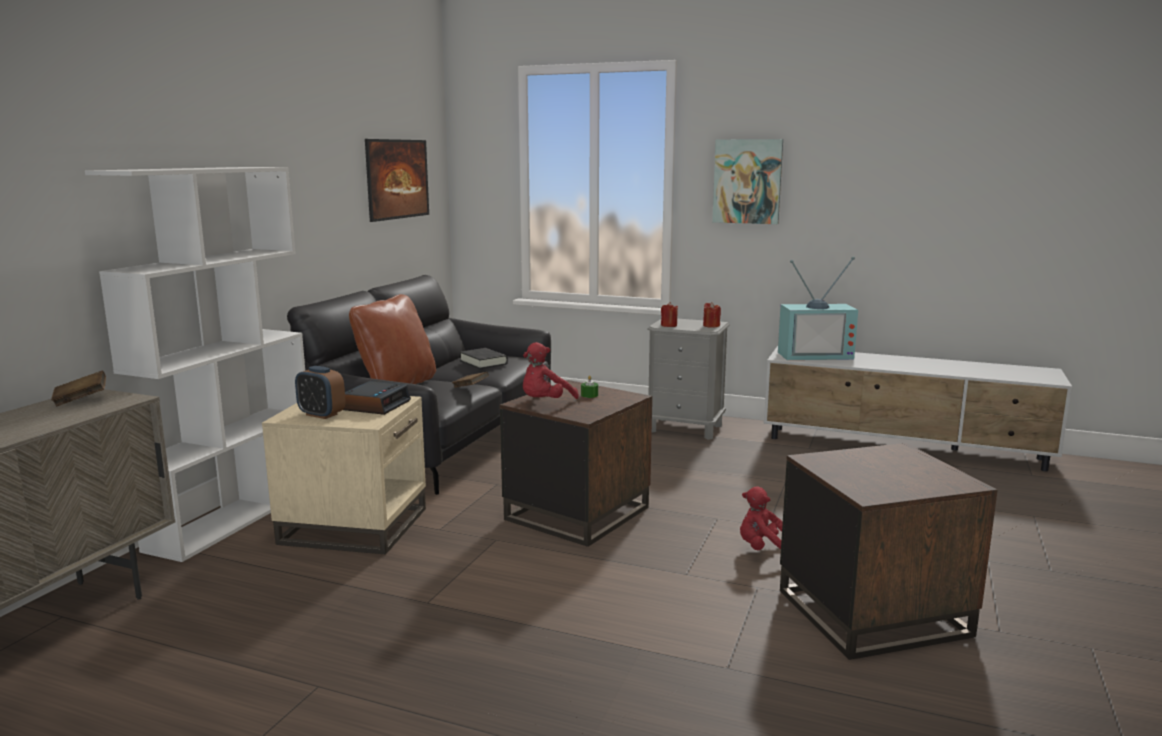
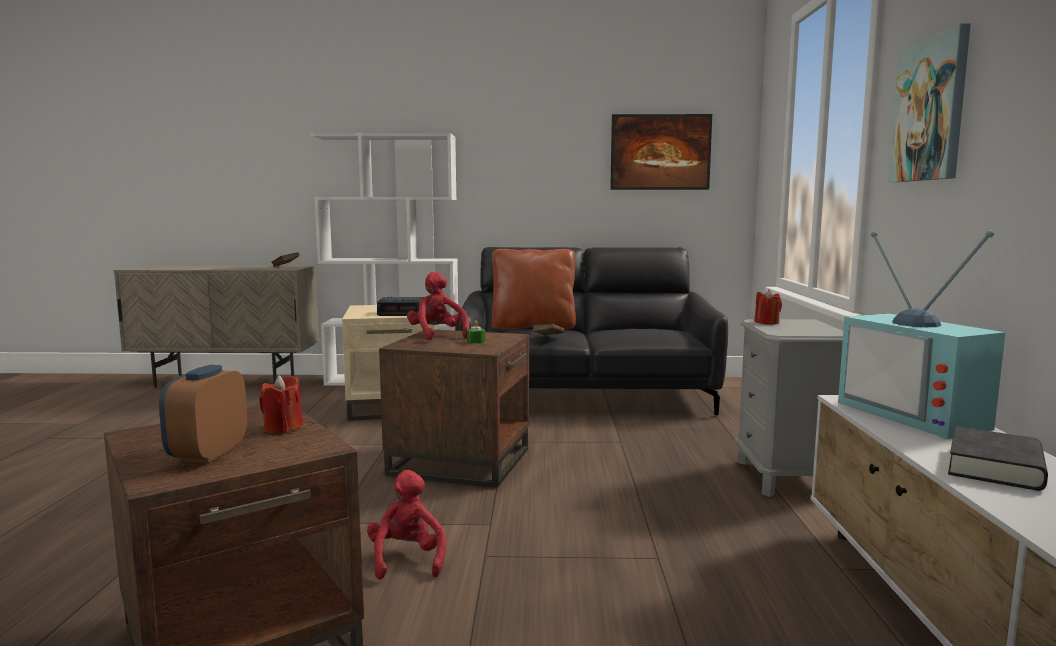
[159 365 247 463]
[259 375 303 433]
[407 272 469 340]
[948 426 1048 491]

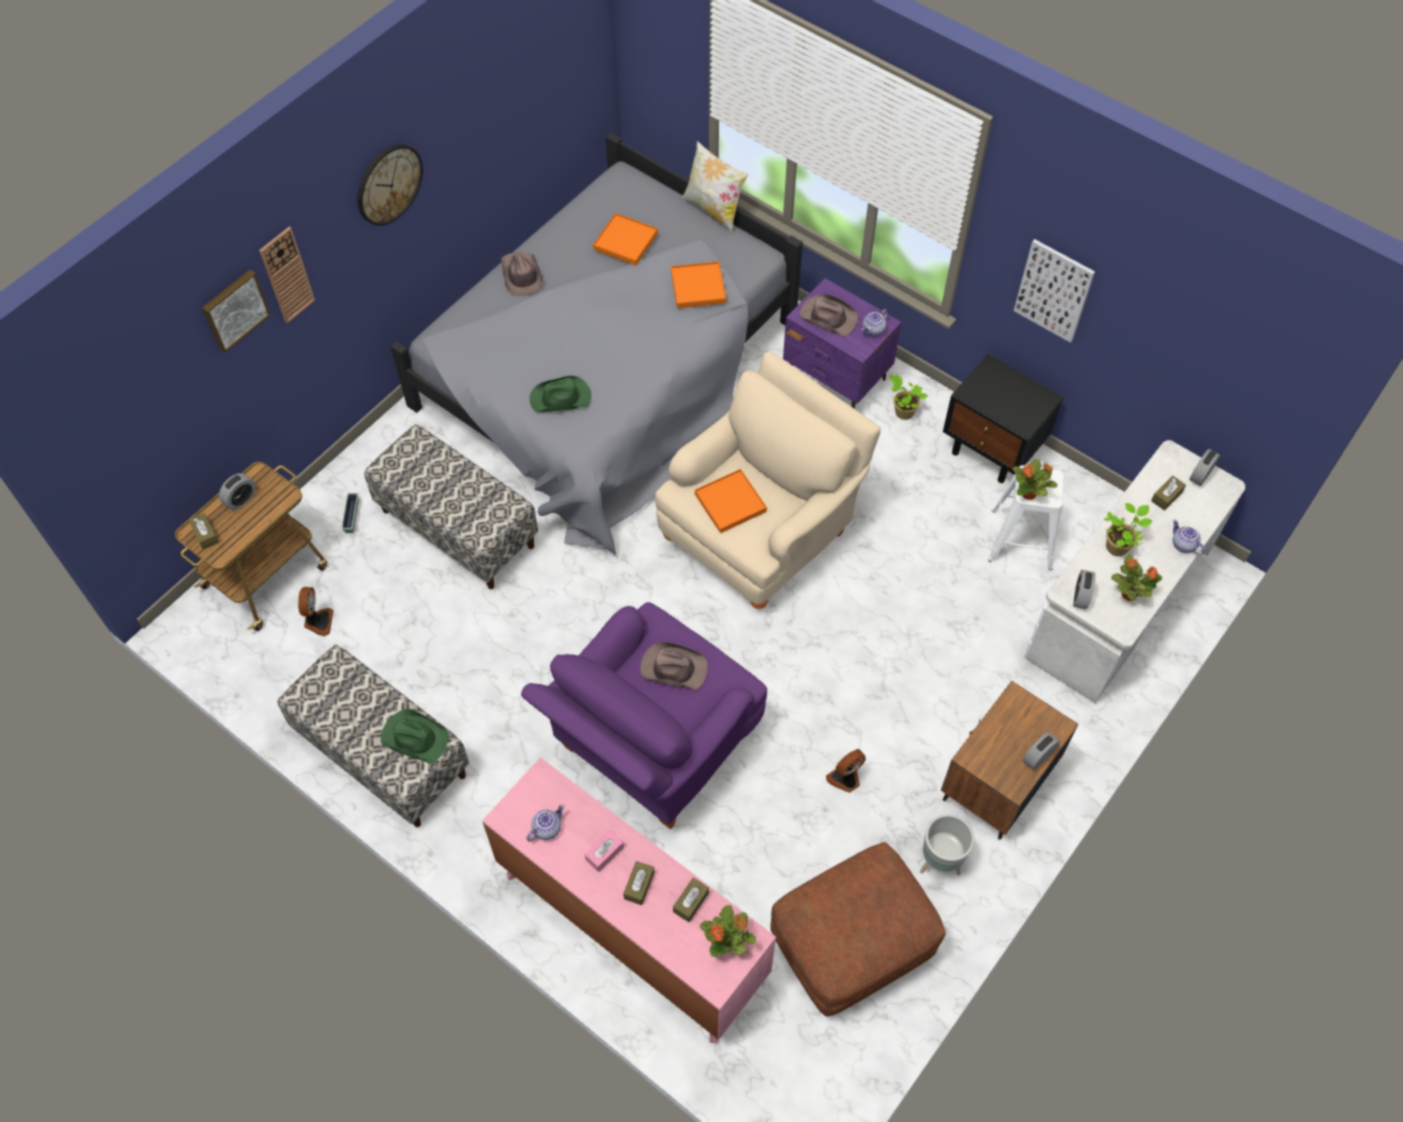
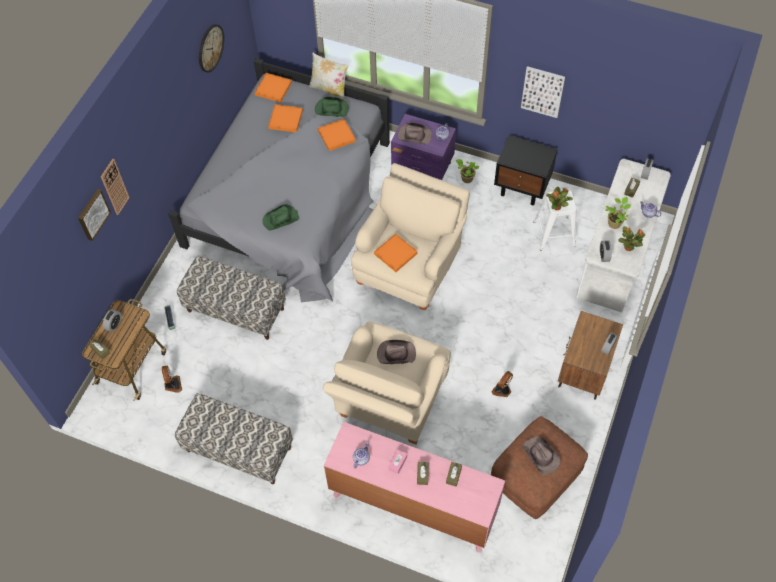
[199 24 224 73]
[255 73 292 103]
[315 97 349 117]
[323 321 451 445]
[523 437 561 475]
[700 905 756 957] (first image)
[920 814 974 876] (first image)

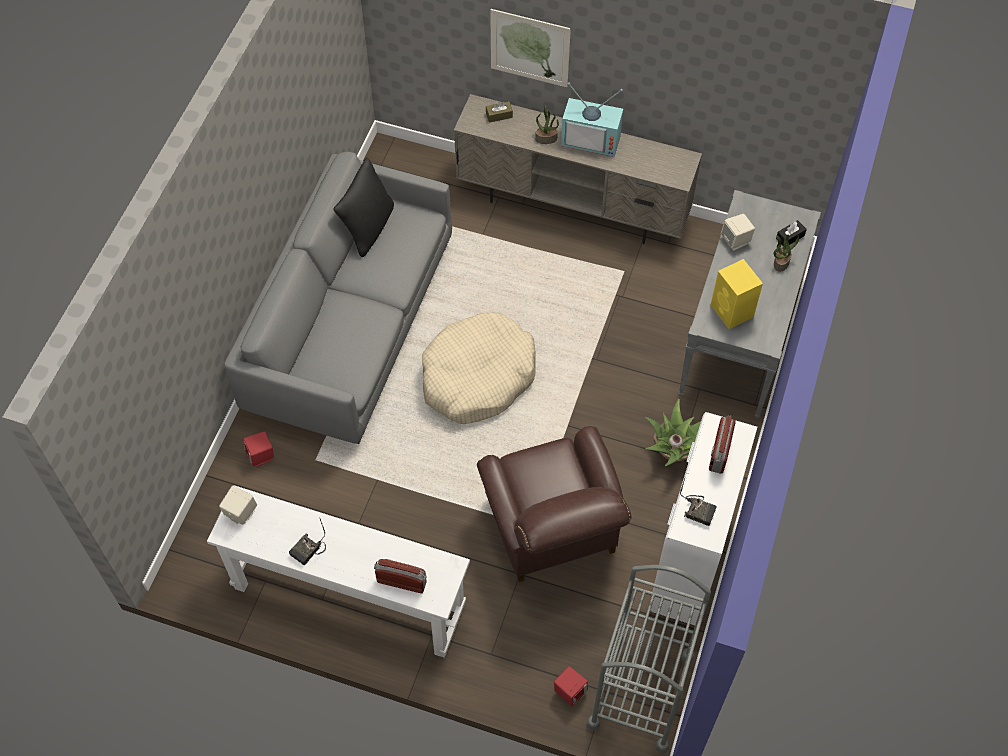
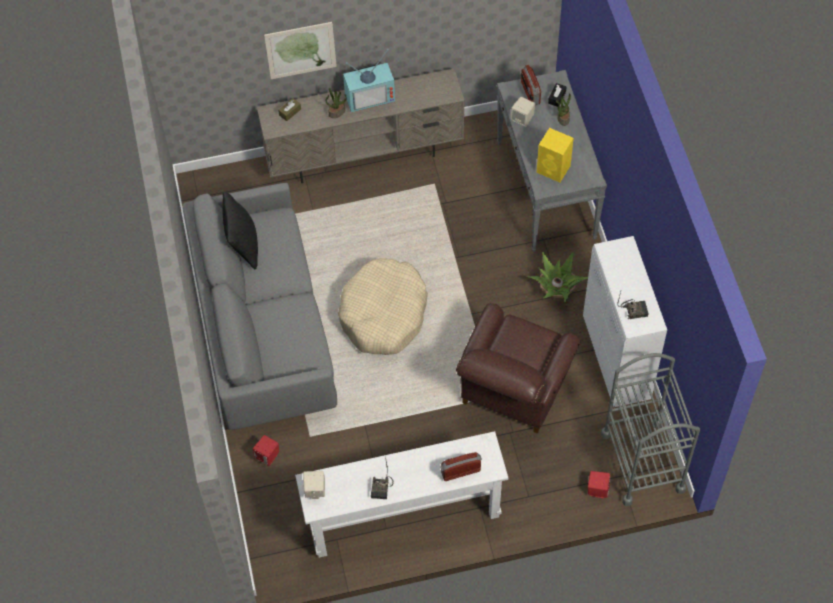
[456 303 580 434]
[521 65 541 105]

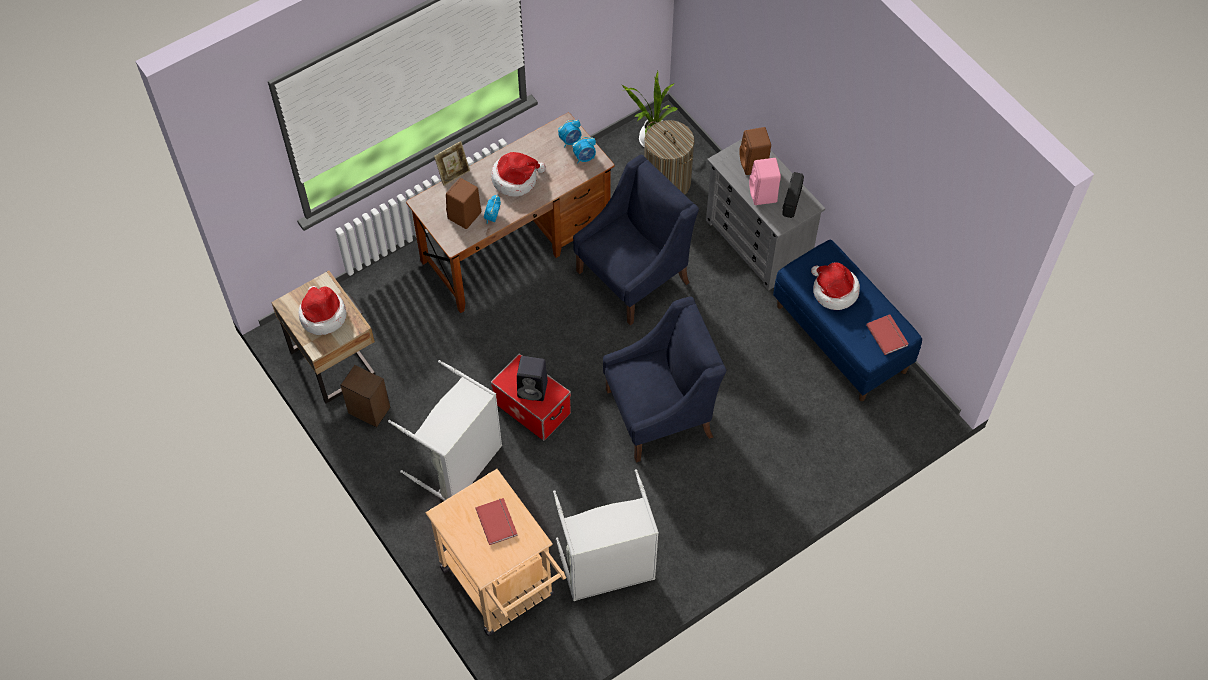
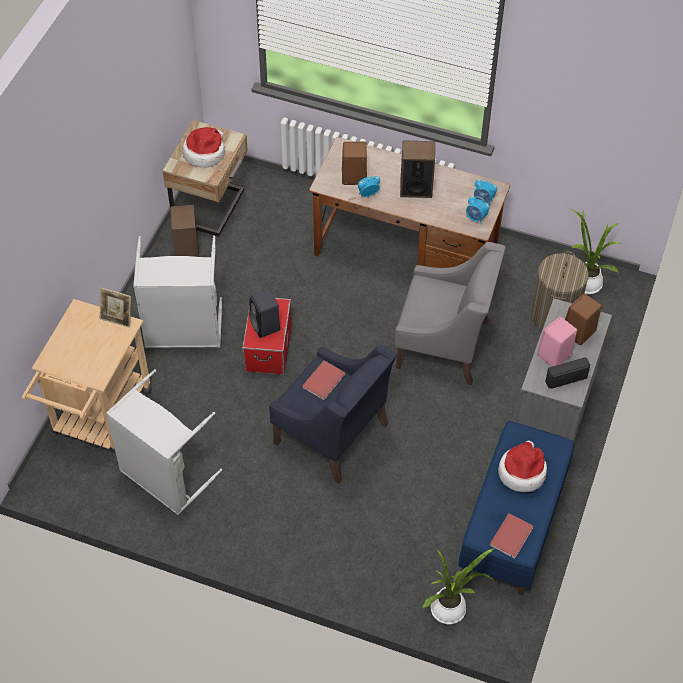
[100 287 131 328]
[302 361 345 400]
[395 242 506 385]
[400 140 435 198]
[422 548 495 624]

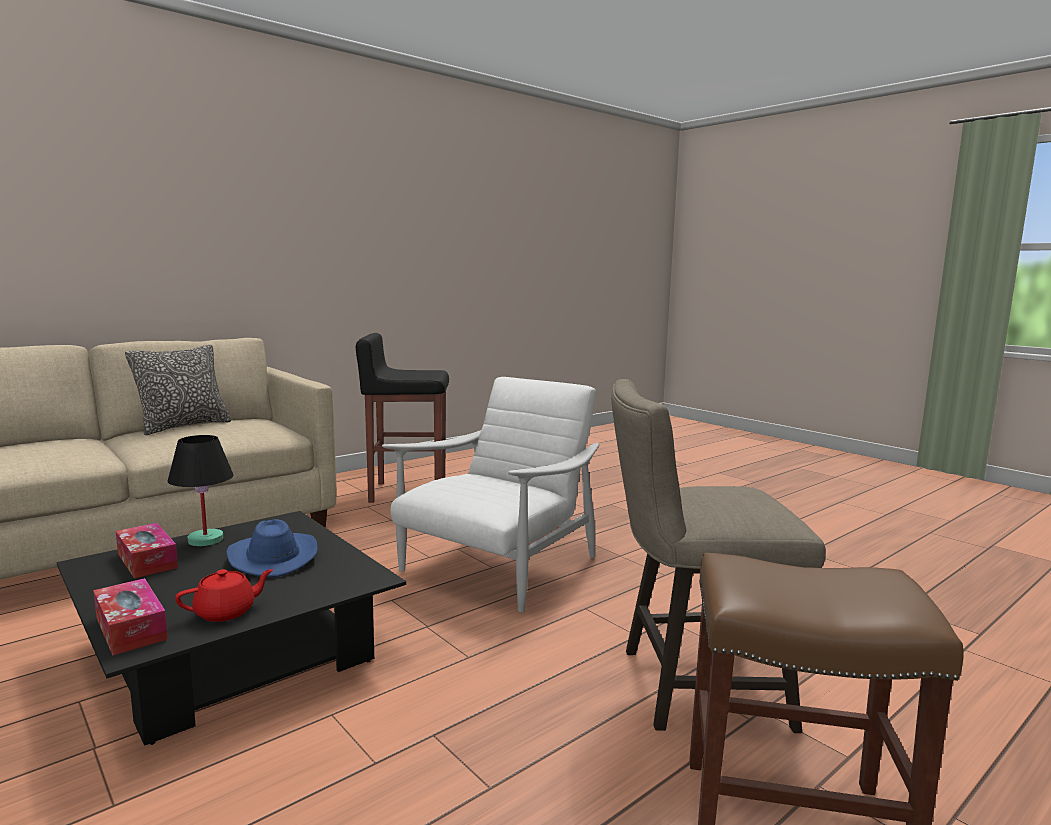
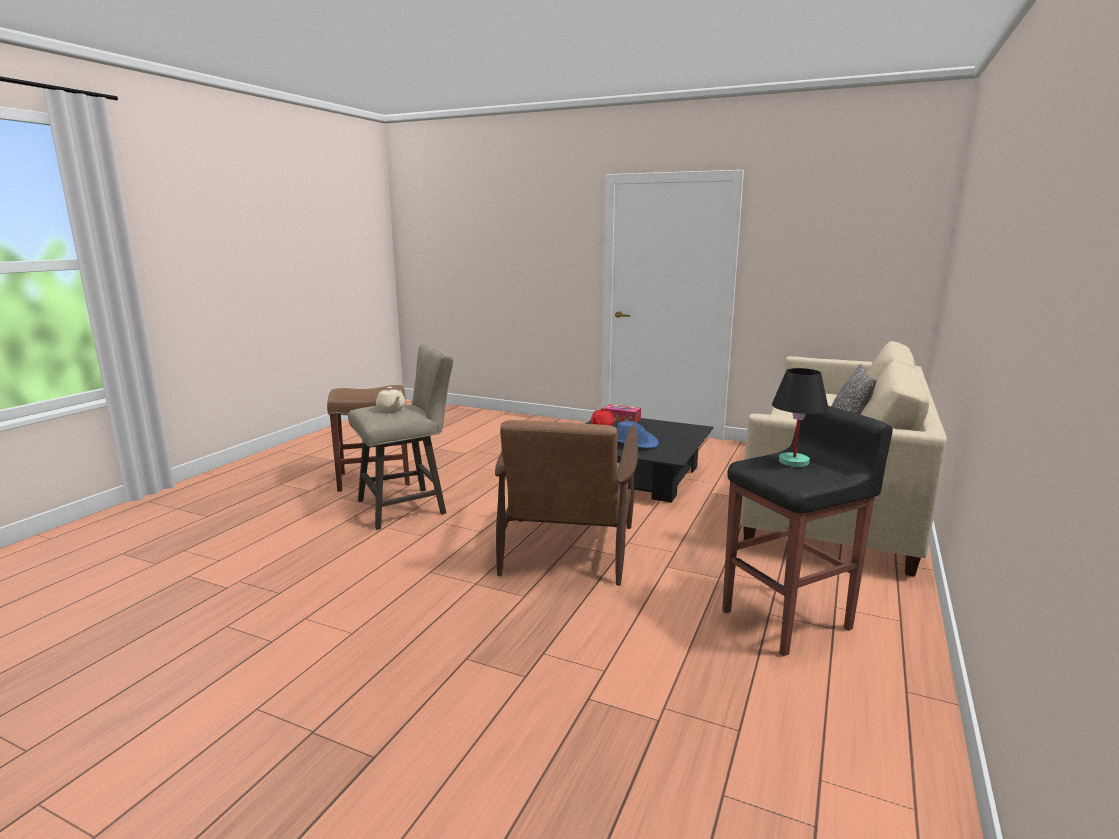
[376 387 406 411]
[495 420 638 586]
[772 368 829 467]
[116 523 178 578] (first image)

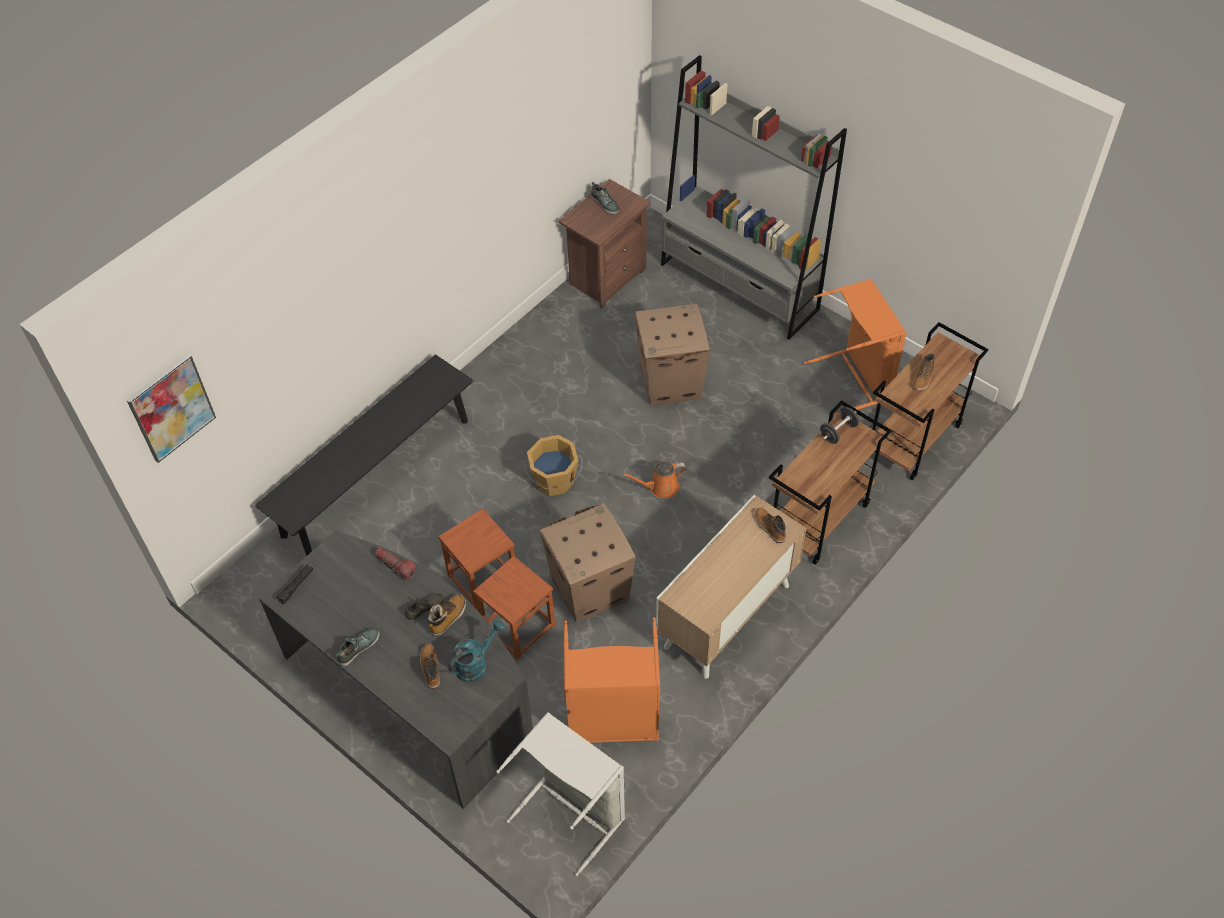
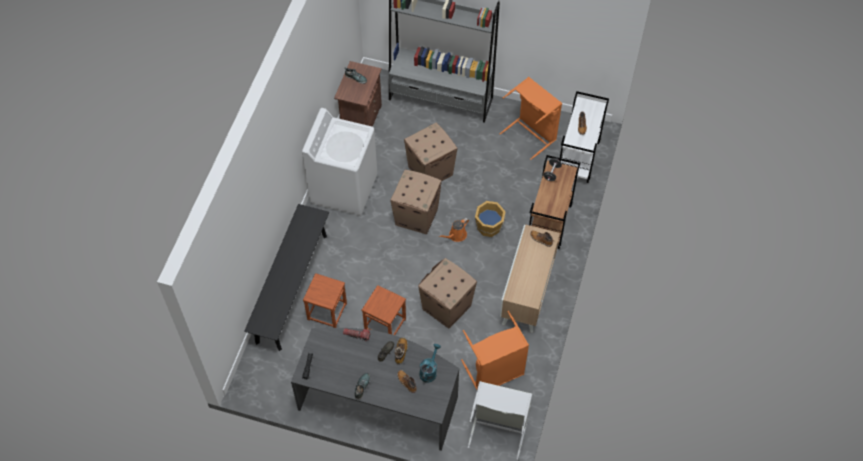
[302 108 377 216]
[303 273 347 328]
[390 170 442 234]
[475 201 506 237]
[560 91 609 183]
[127 354 216 463] (first image)

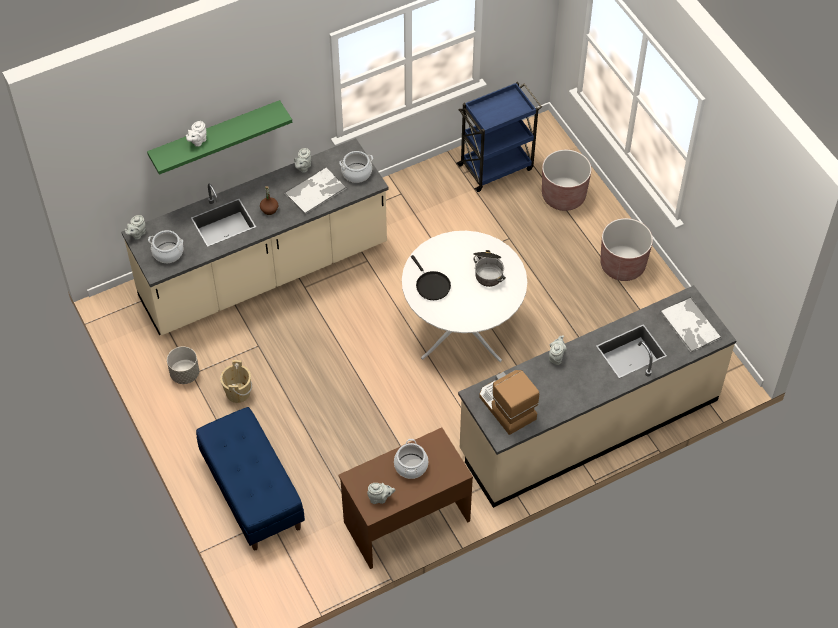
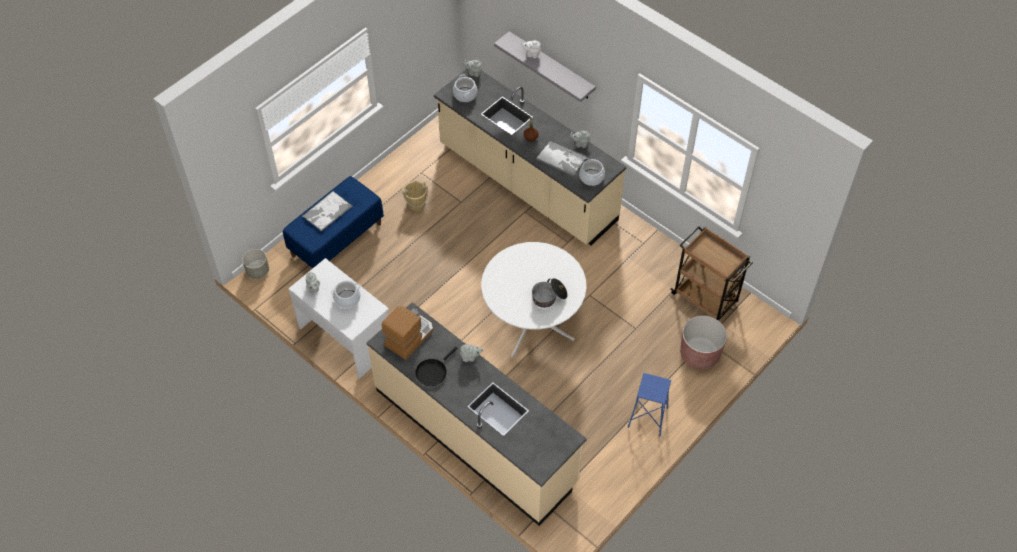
[242 249 269 279]
[288 258 389 379]
[302 191 352 232]
[415 346 457 386]
[494 31 596 102]
[628 373 671 436]
[671 226 753 321]

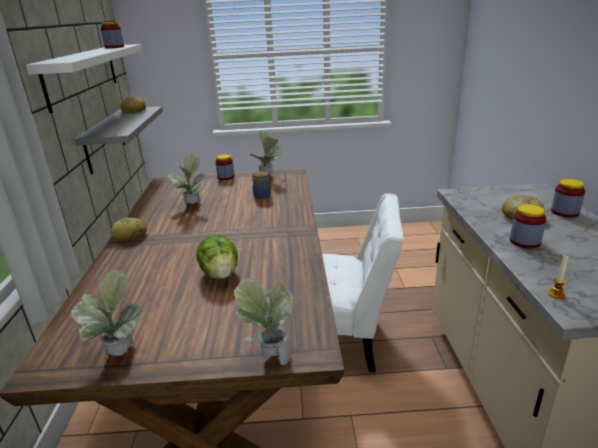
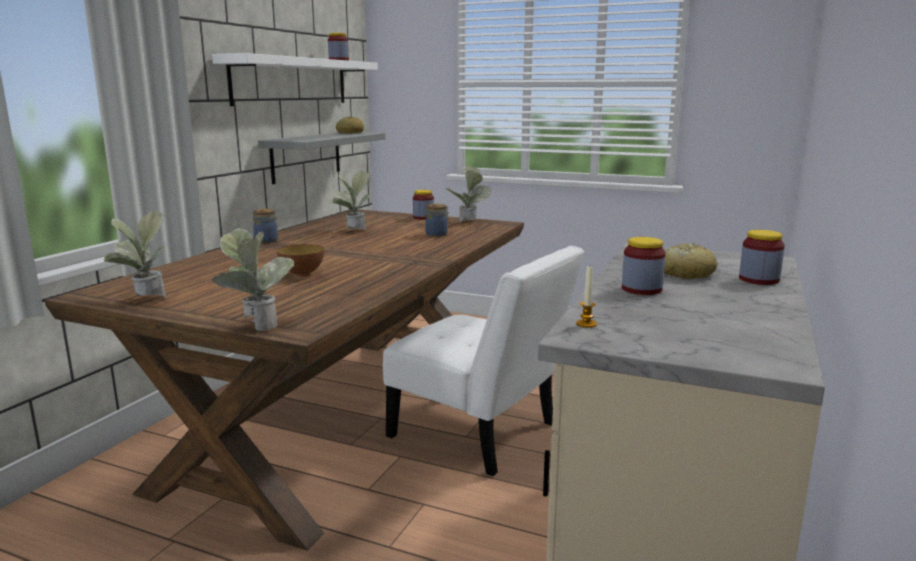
[253 209 279 243]
[277 244 324 277]

